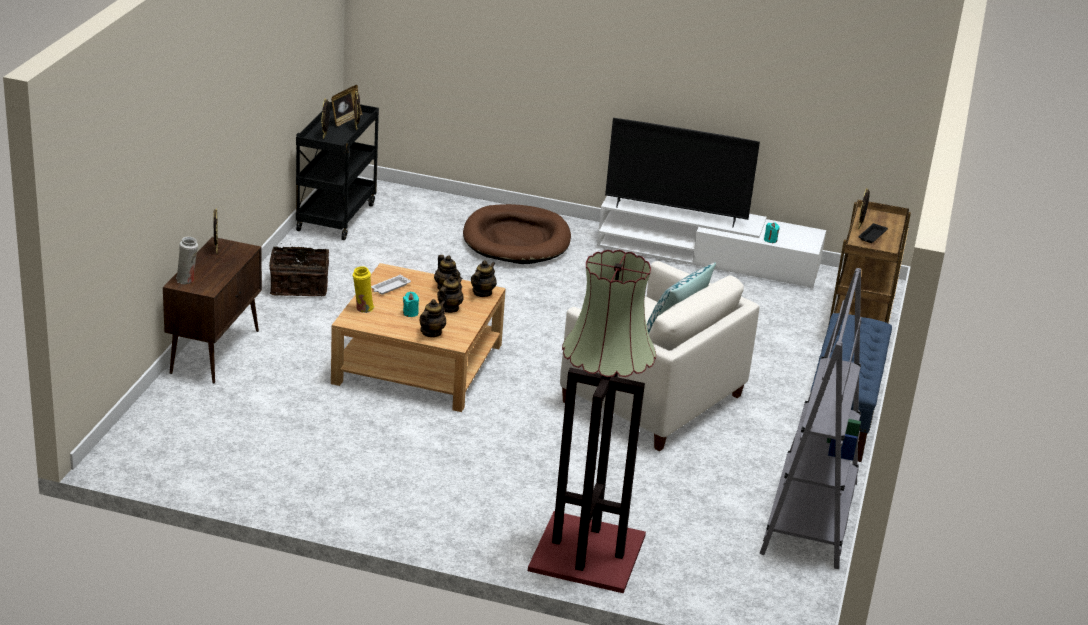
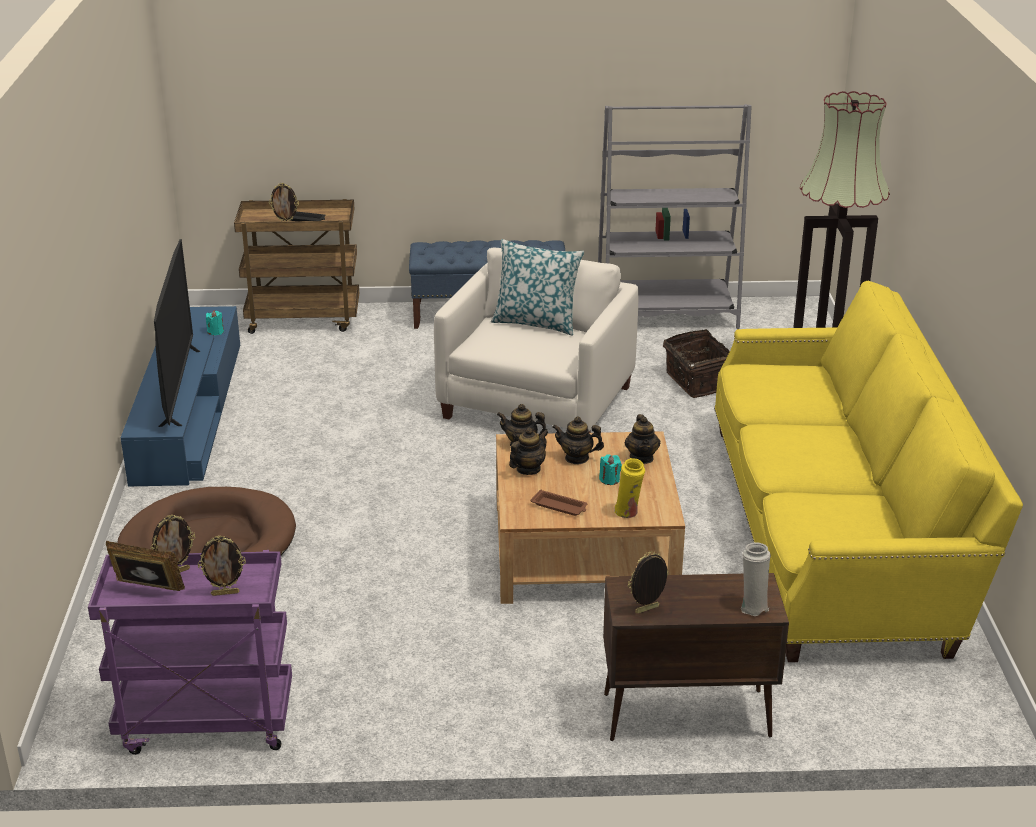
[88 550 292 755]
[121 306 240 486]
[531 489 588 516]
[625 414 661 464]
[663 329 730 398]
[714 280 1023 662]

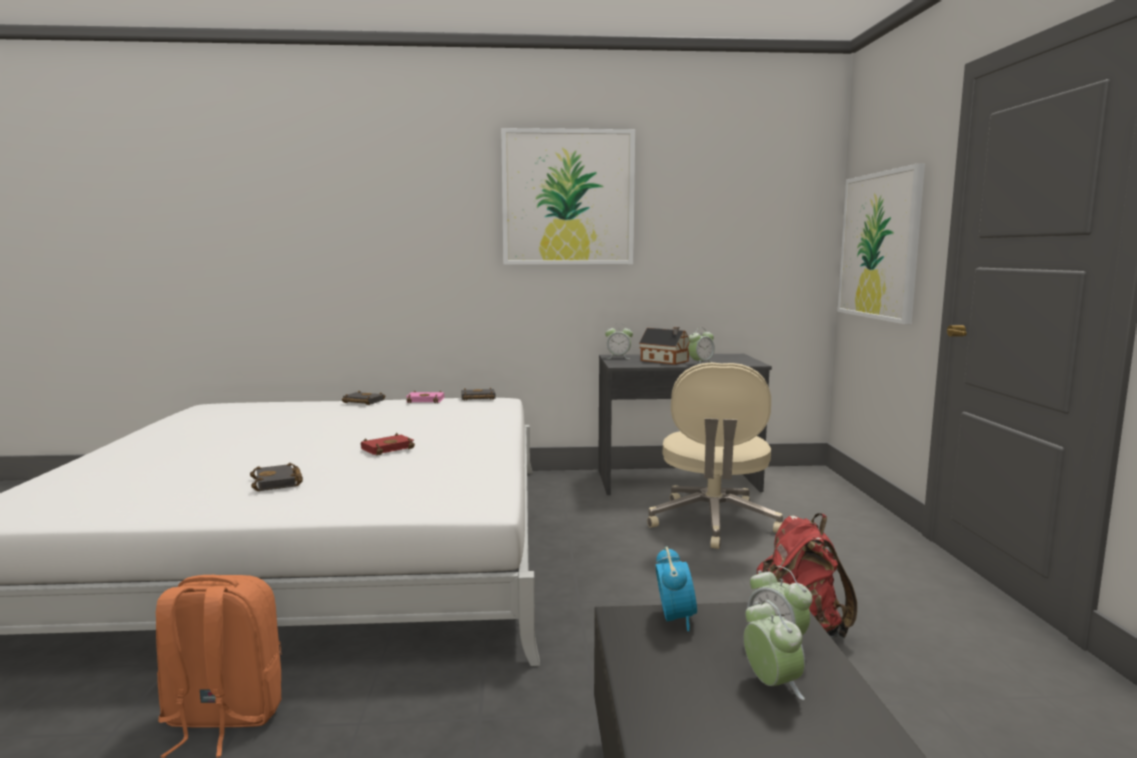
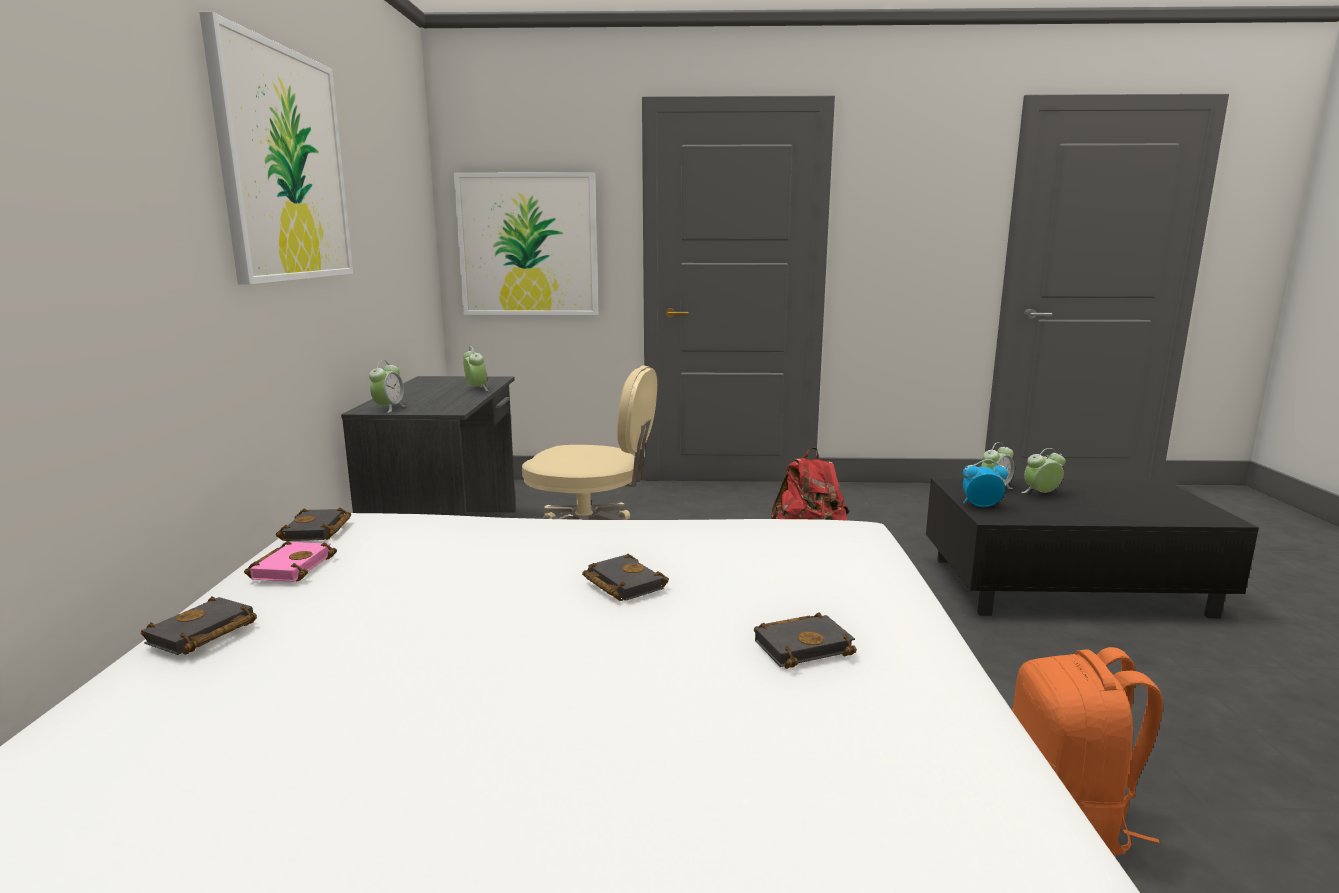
[582 554 669 601]
[639 327 690 365] (first image)

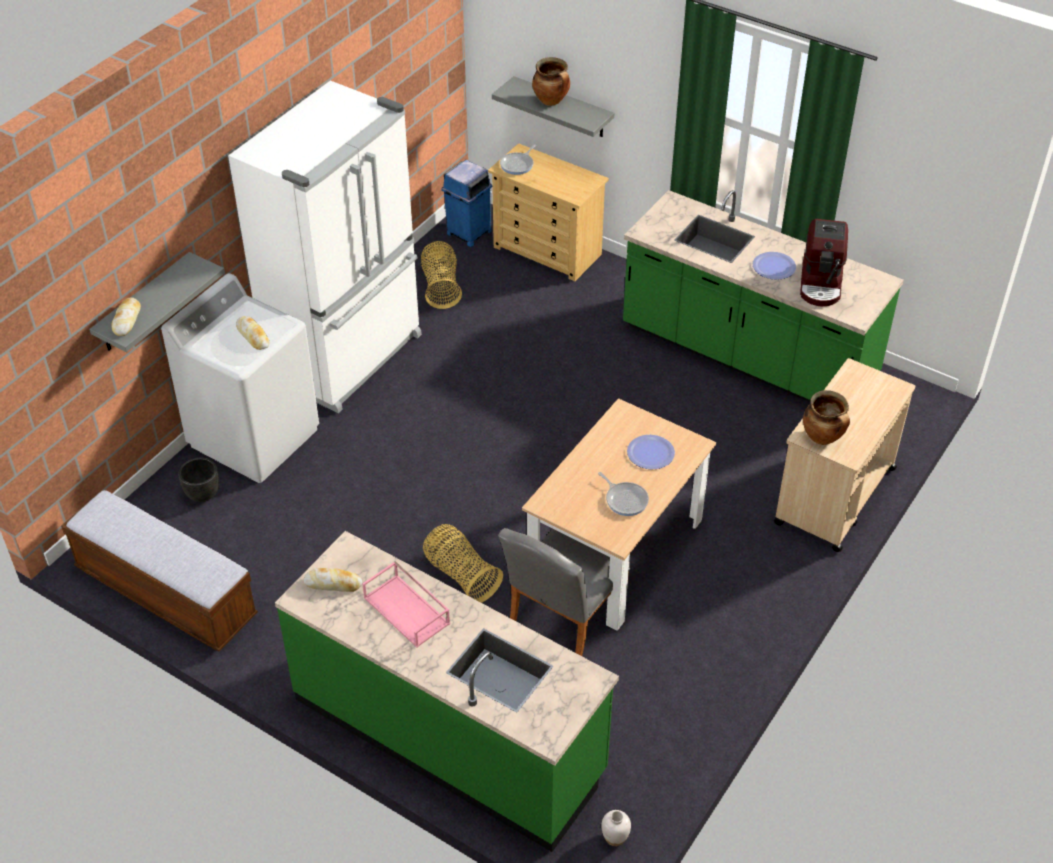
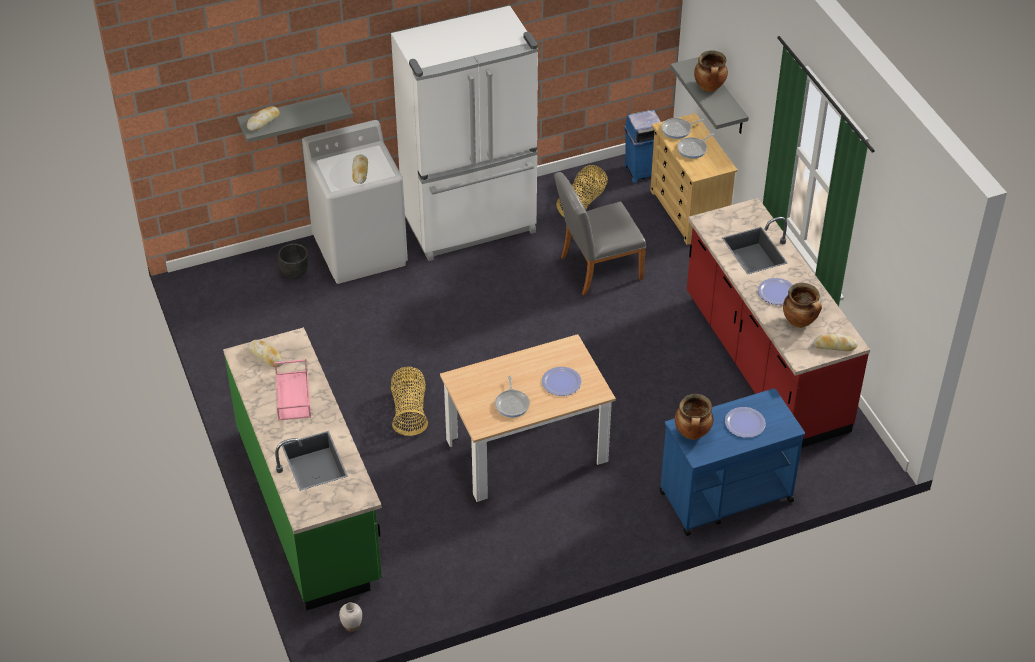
[554 172 646 296]
[660 388 805 536]
[677 133 714 159]
[687 198 870 448]
[725 407 766 438]
[783 283 822 328]
[813 334 858 351]
[61 490 258 651] (first image)

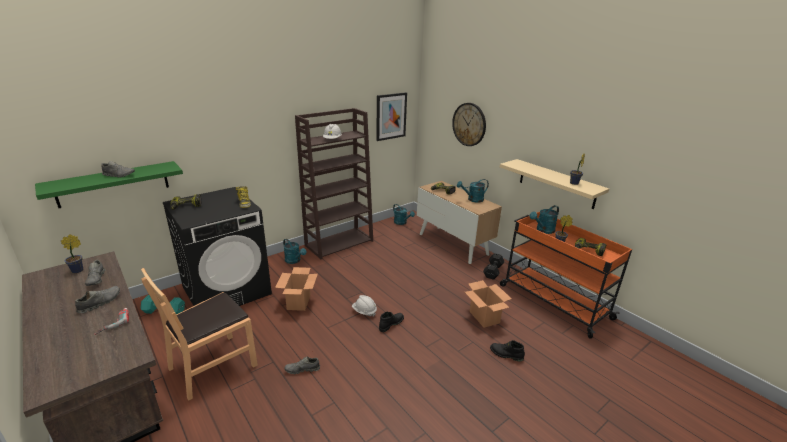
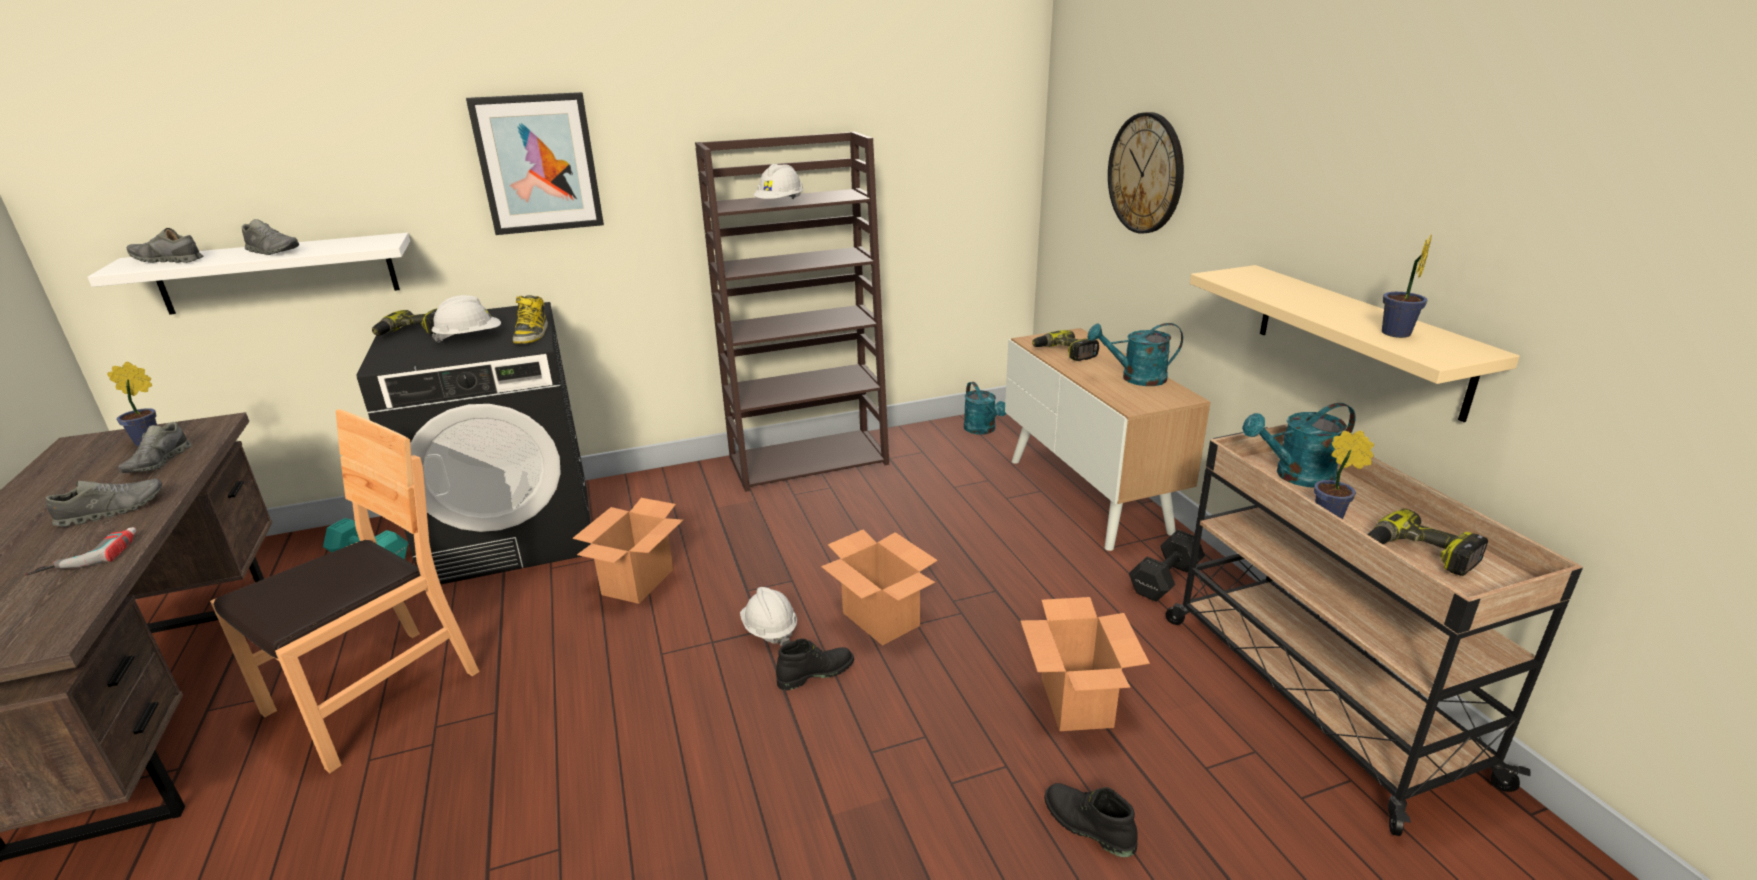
[88 233 410 315]
[127 228 203 263]
[210 409 480 773]
[432 295 501 343]
[466 92 604 235]
[821 530 938 646]
[1165 424 1583 836]
[283 239 306 264] (first image)

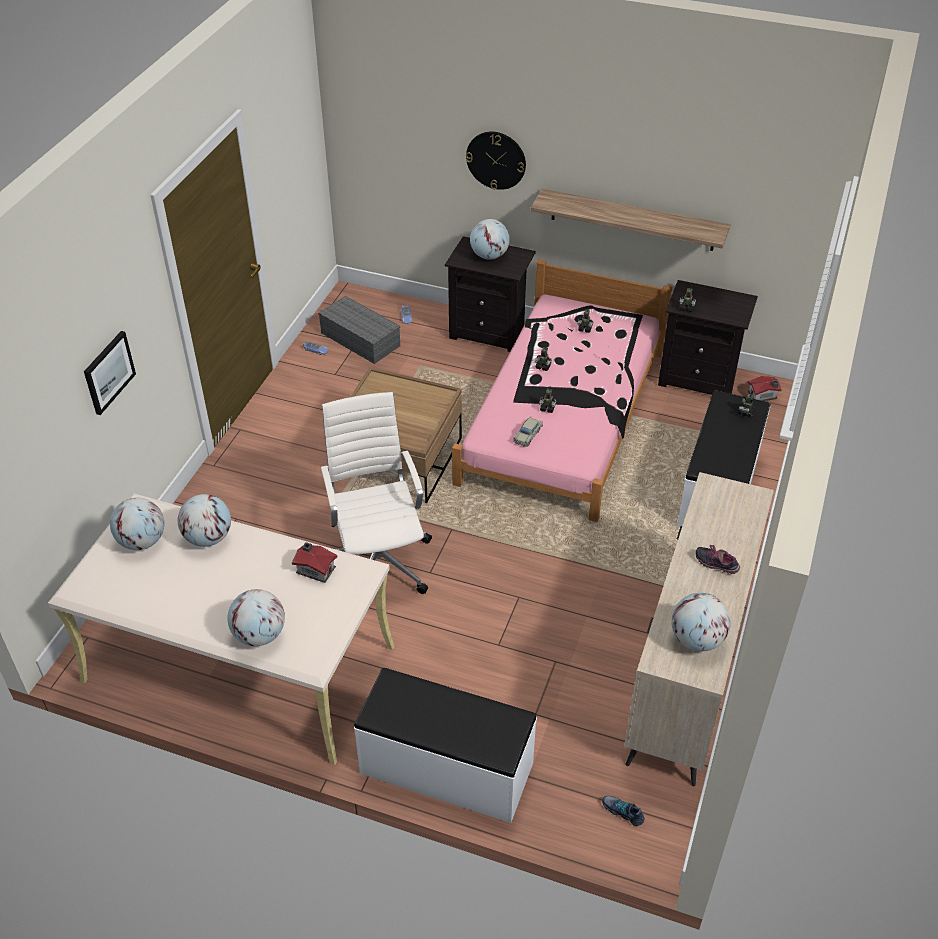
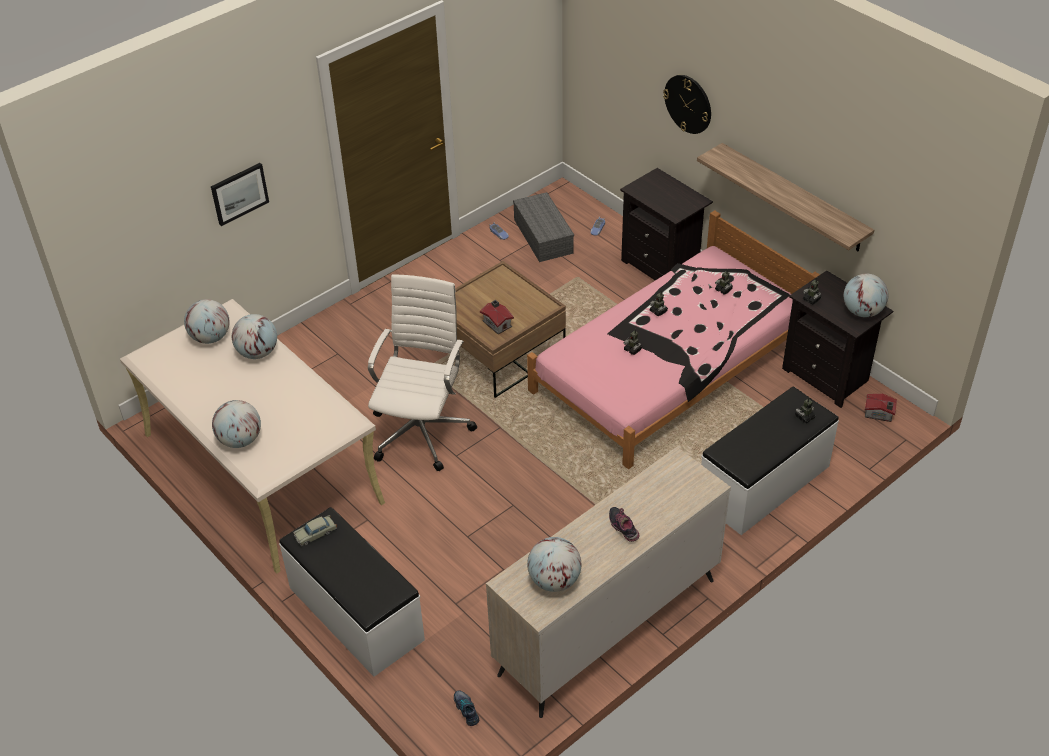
[293 515 337 546]
[480 300 514 334]
[844 274 888 317]

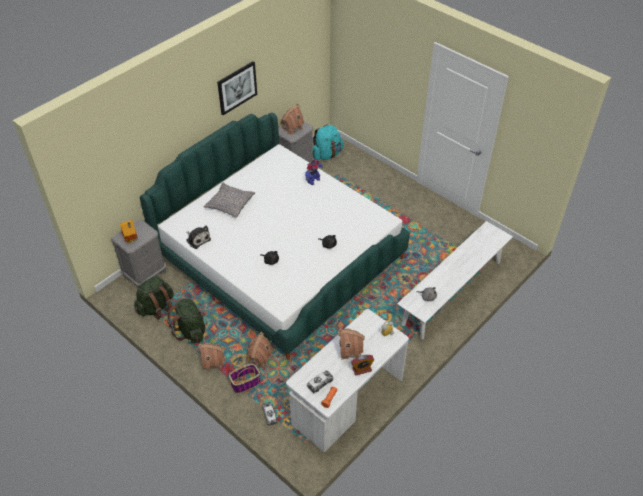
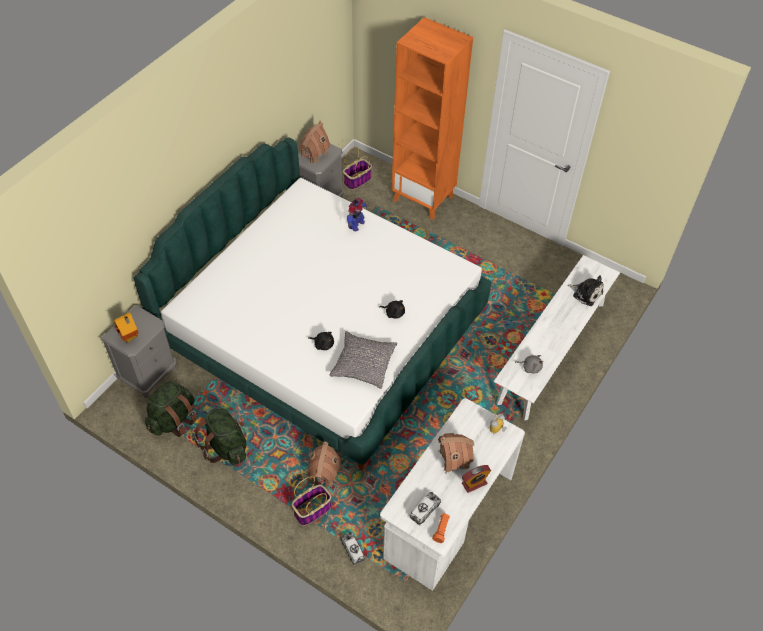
[330 331 397 389]
[343 147 372 190]
[392 17 473 220]
[567 275 604 306]
[198 343 224 371] (first image)
[217 61 257 115] (first image)

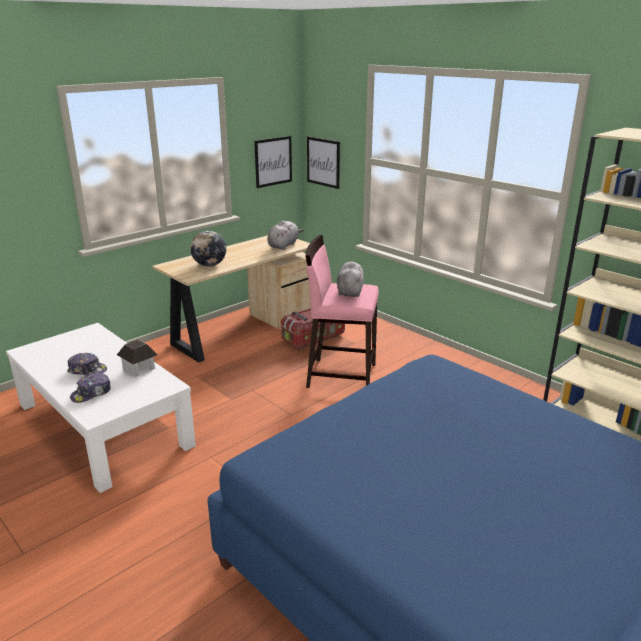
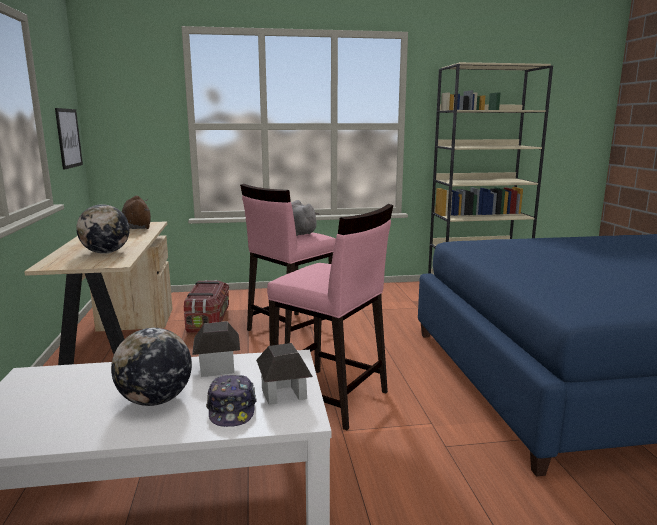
[111 328 192 406]
[122 195 151 229]
[256 343 313 405]
[267 204 393 430]
[307 136 340 189] (first image)

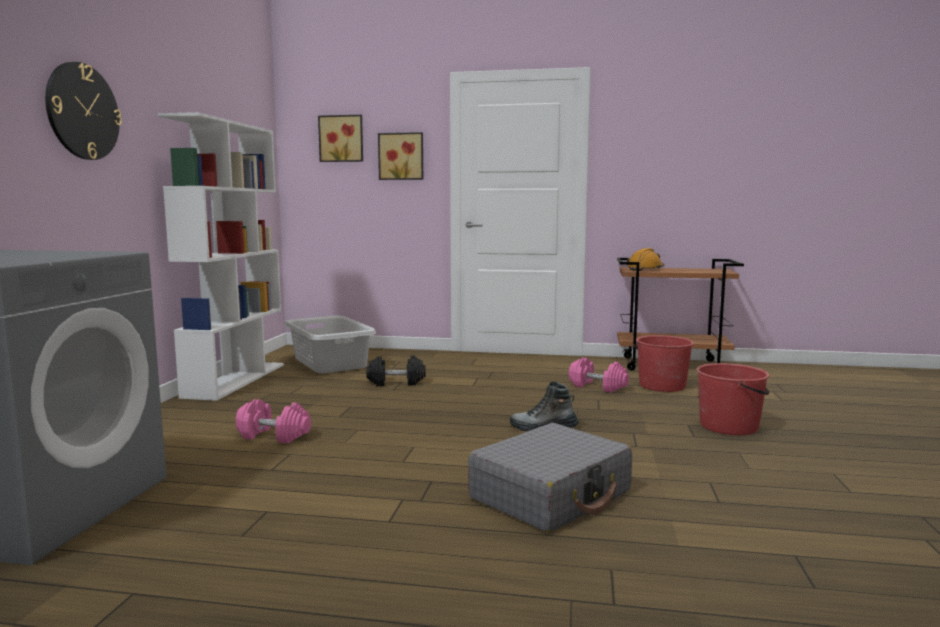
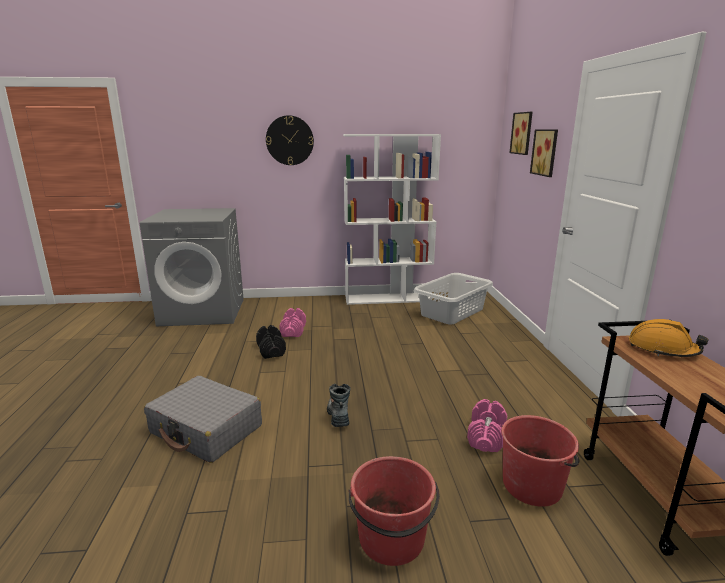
[256 325 286 359]

